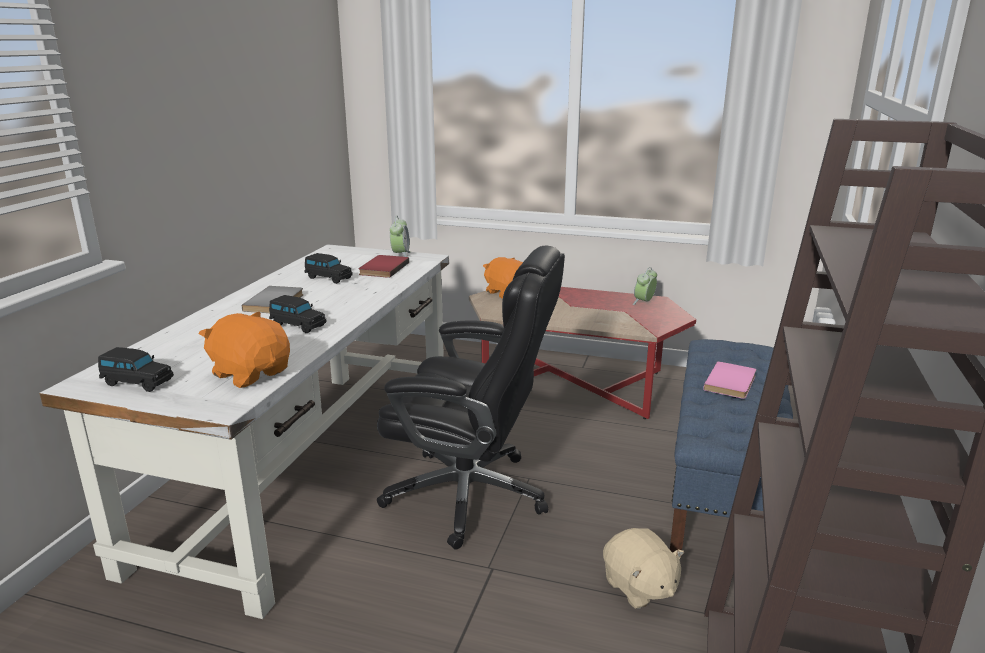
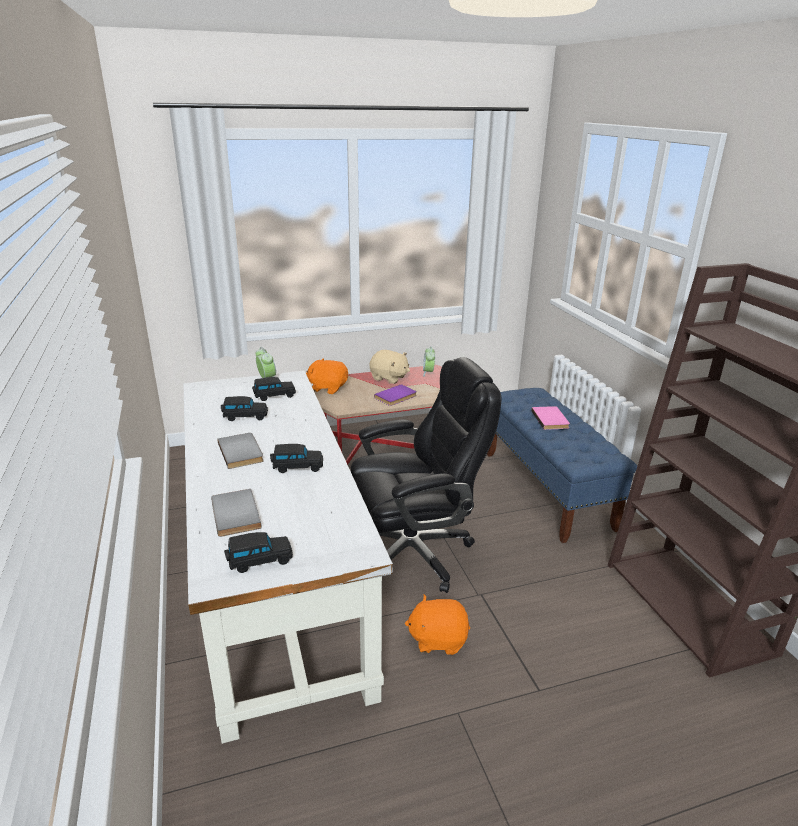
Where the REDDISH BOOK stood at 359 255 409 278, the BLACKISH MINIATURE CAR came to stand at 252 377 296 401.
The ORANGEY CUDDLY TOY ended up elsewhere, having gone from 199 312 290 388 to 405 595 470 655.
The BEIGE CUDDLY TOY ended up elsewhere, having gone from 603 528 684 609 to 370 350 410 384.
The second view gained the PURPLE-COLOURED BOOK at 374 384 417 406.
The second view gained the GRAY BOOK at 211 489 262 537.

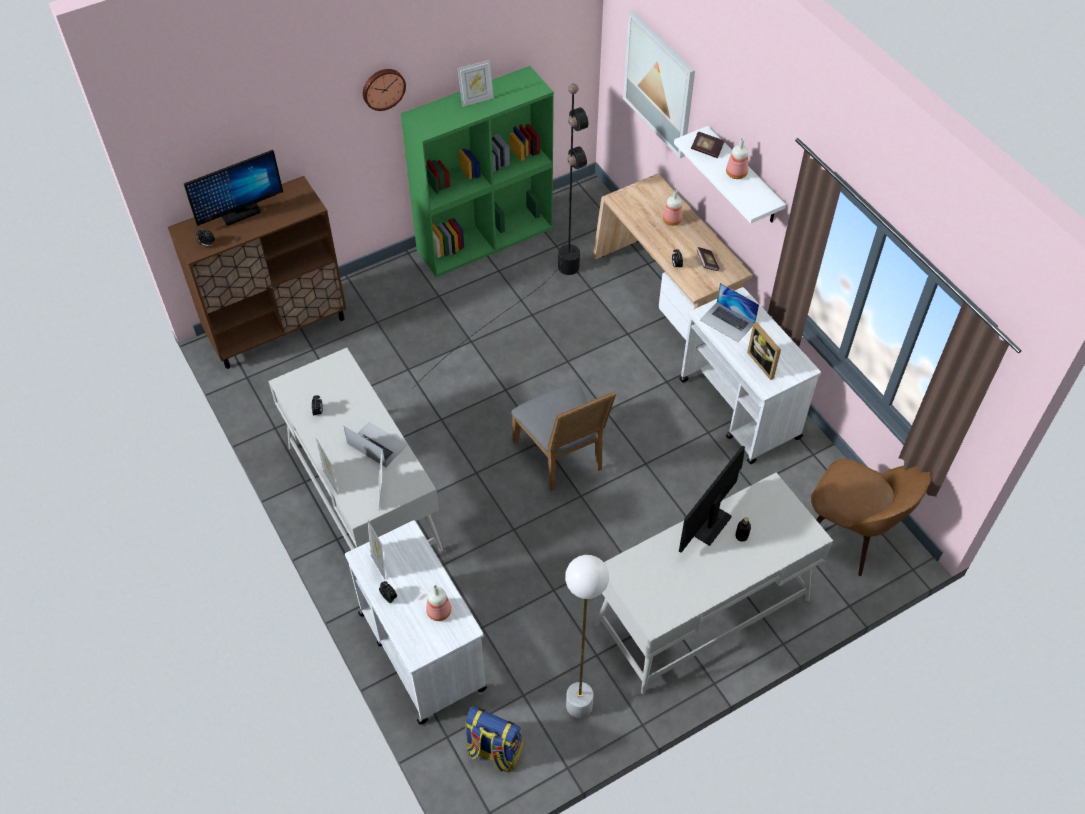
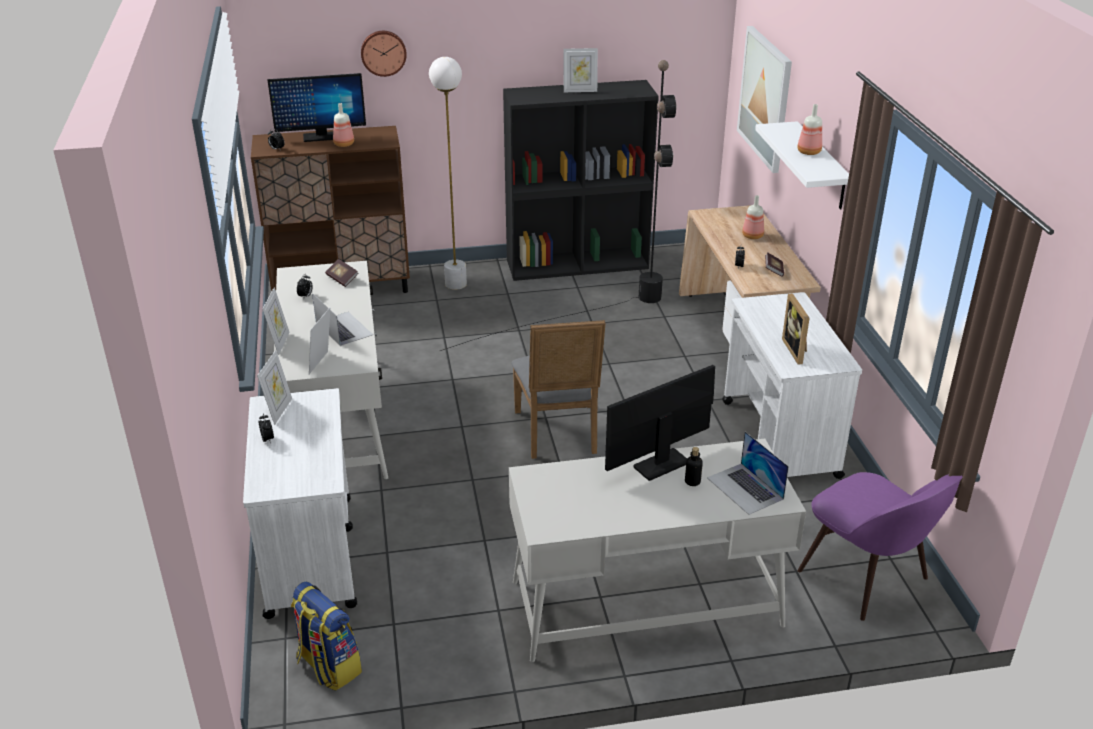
What was the GREEN SHELVING UNIT at 401 66 554 277 turned into the BLACKISH SHELVING UNIT at 503 80 659 281.
The HANGING CLOCK ended up elsewhere, having gone from 363 69 406 111 to 361 31 407 77.
The BOOK ended up elsewhere, having gone from 691 131 725 158 to 325 259 358 287.
The NOTEBOOK COMPUTER ended up elsewhere, having gone from 700 283 759 342 to 707 432 789 515.
What was the BROWN-COLOURED CHAIR at 811 459 932 576 turned into the PURPLE-COLOURED CHAIR at 797 472 963 621.
The WHITE STANDING LAMP ended up elsewhere, having gone from 565 555 609 718 to 429 57 467 290.
The BEVERAGE BOTTLE ended up elsewhere, having gone from 426 585 451 621 to 333 103 354 147.

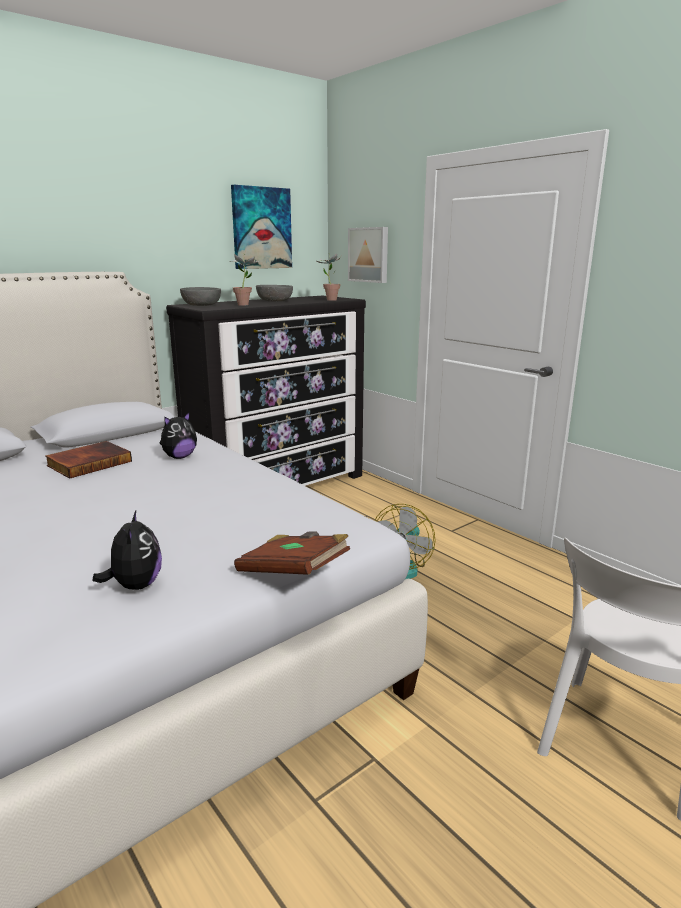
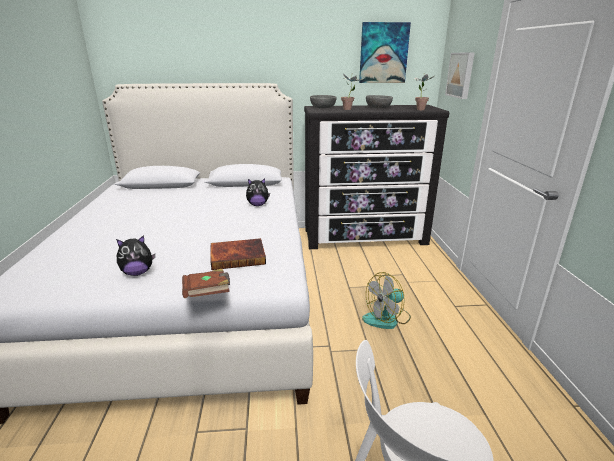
The BOOK ended up elsewhere, having gone from 45 441 132 479 to 211 238 266 270.
The CUDDLY TOY at 93 511 162 590 ended up facing another way, 45 degrees clockwise from before.

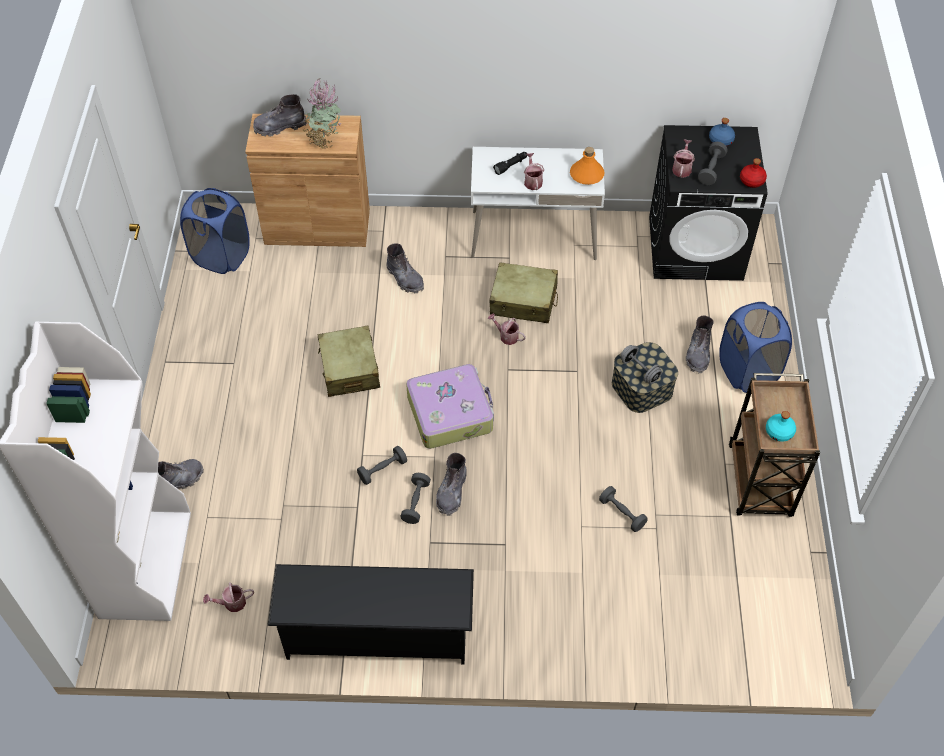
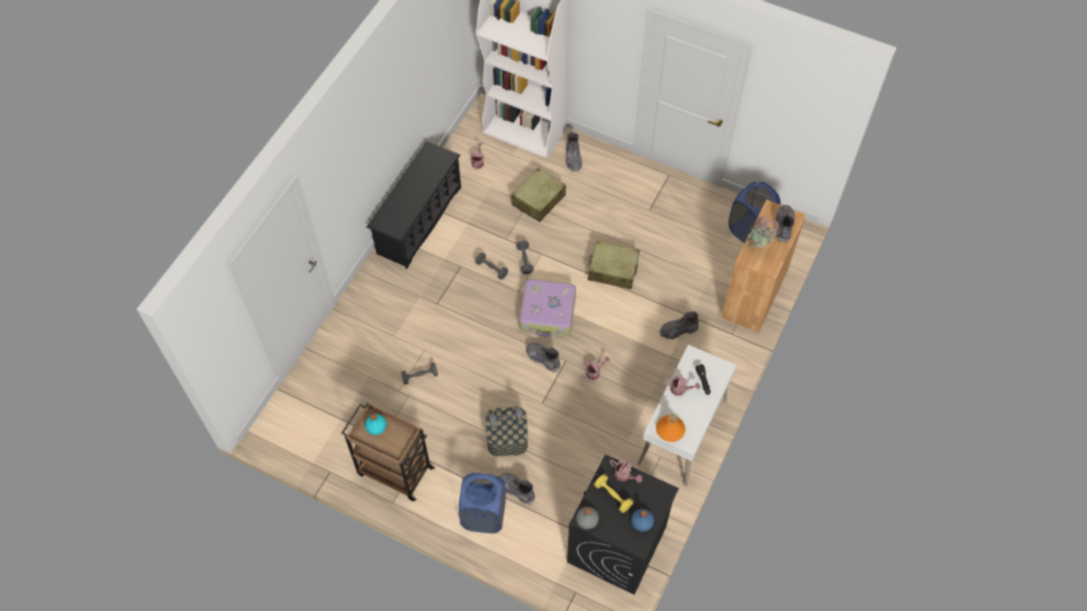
What was the GRAY DUMBBELL at 698 142 727 185 turned into the YELLOWISH DUMBBELL at 594 474 633 513.
What was the REDDISH BEVERAGE BOTTLE at 740 158 767 188 turned into the GRAY BEVERAGE BOTTLE at 576 507 599 529.
The BEIGE SUITCASE ended up elsewhere, having gone from 489 262 558 323 to 511 168 566 222.
The GRAY BOOT ended up elsewhere, having gone from 436 453 466 516 to 526 342 561 373.

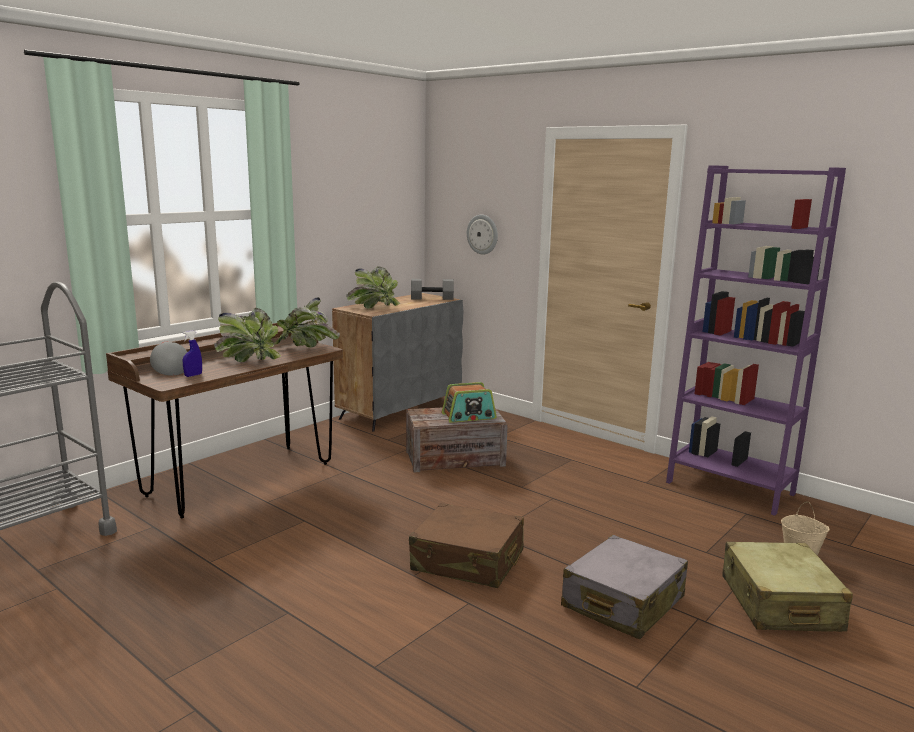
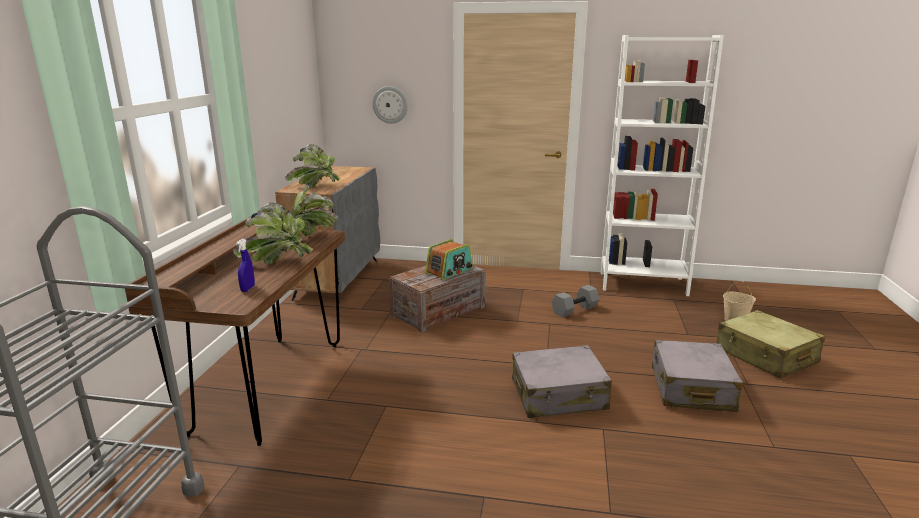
What was the PURPLE-COLOURED SHELVING UNIT at 666 165 846 516 turned into the WHITE SHELVING UNIT at 601 35 724 296.
The GRAY DUMBBELL ended up elsewhere, having gone from 411 279 454 300 to 551 285 600 317.
The second view lost the GRAY PEAKED CAP at 150 341 187 376.
What was the BROWN-COLOURED SUITCASE at 409 503 524 588 turned into the GRAY SUITCASE at 512 345 612 418.

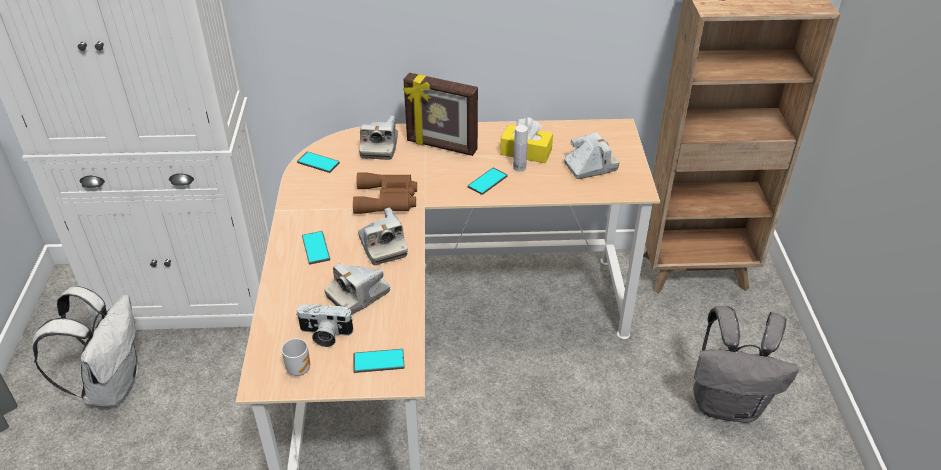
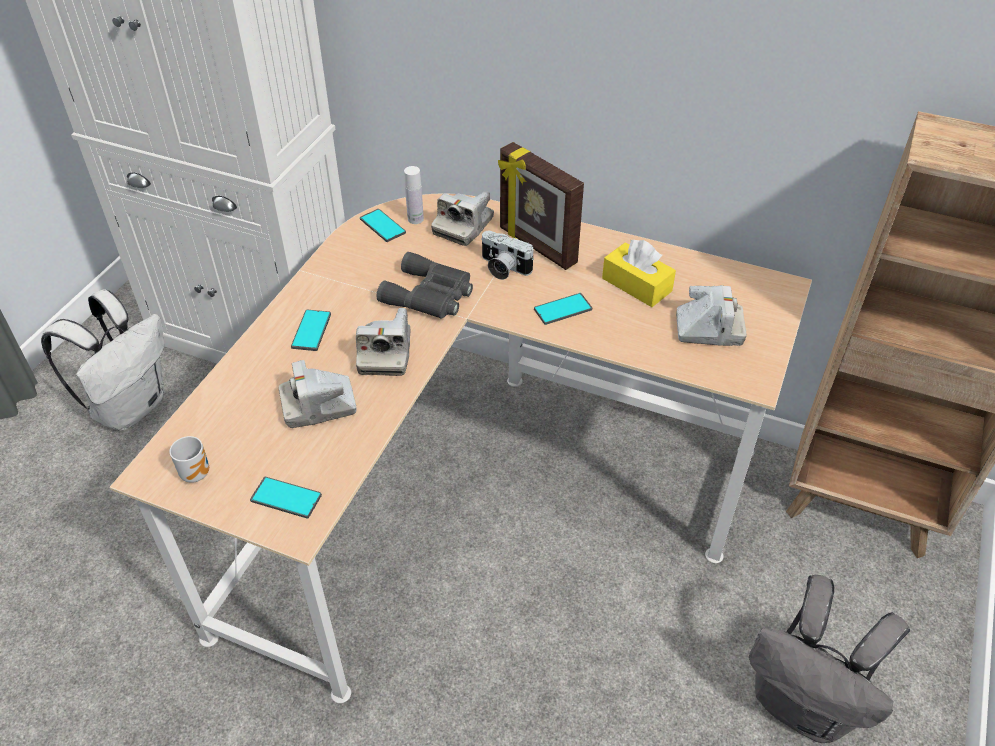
The WHITE BEVERAGE BOTTLE ended up elsewhere, having gone from 513 125 528 171 to 404 166 424 224.
What was the BROWN-COLOURED BINOCULARS at 353 173 417 214 turned into the GRAY BINOCULARS at 377 252 473 319.
The STILL CAMERA ended up elsewhere, having gone from 296 304 354 347 to 481 231 534 280.

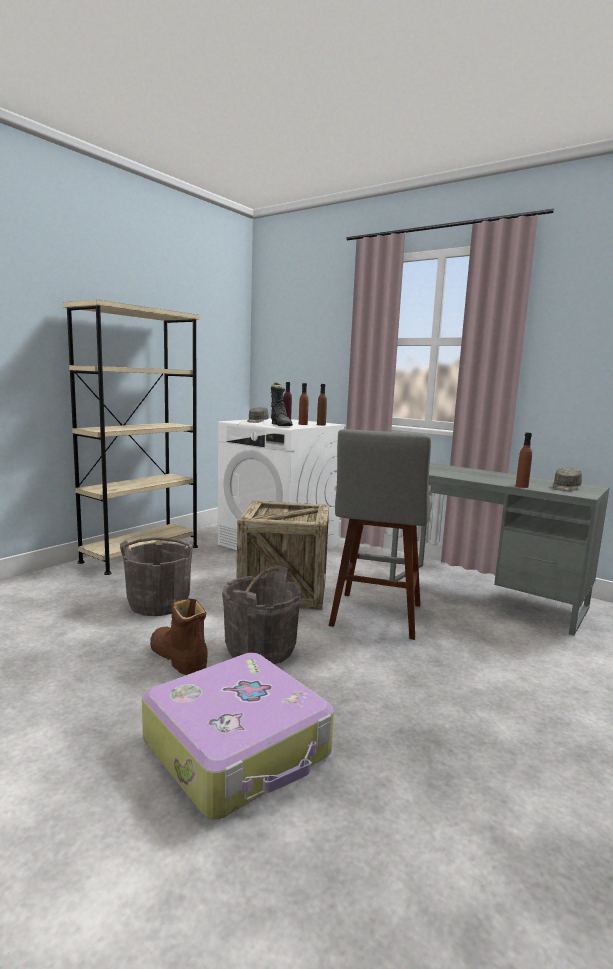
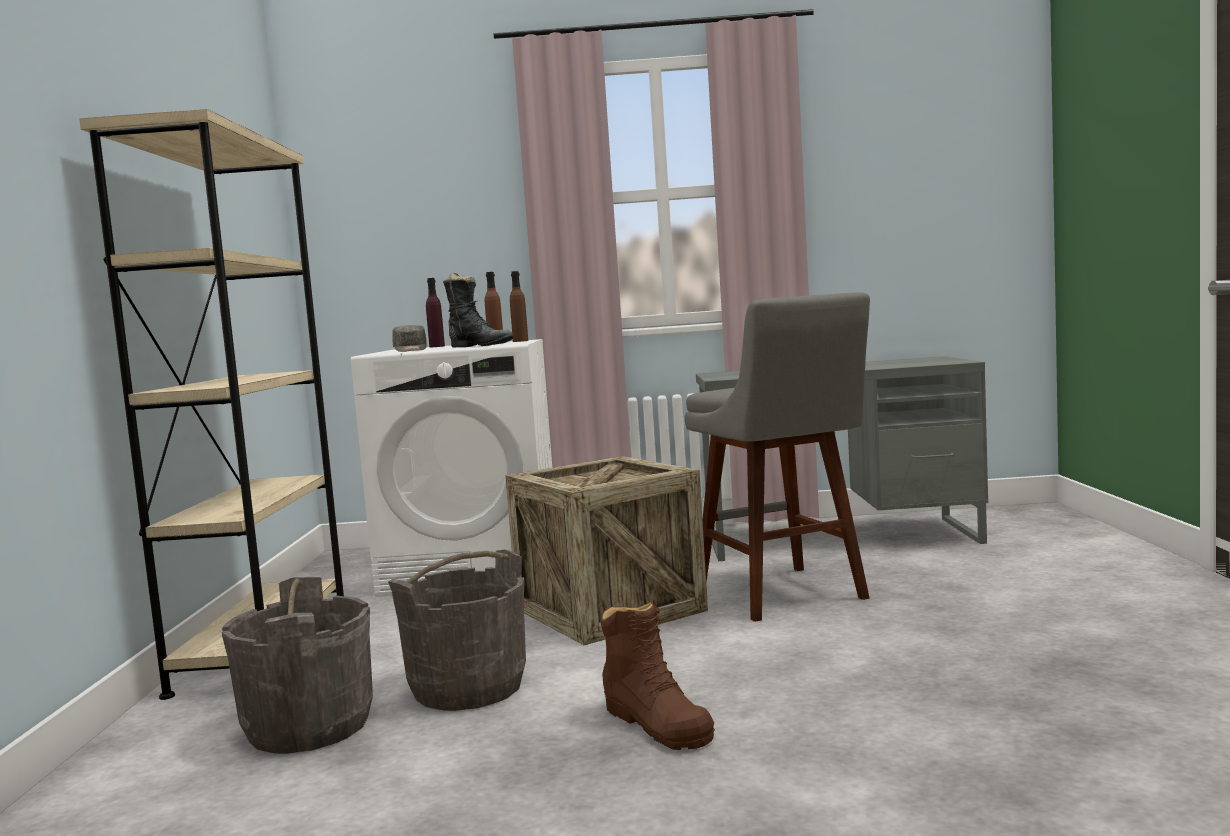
The second view lost the BROWN-COLOURED BEVERAGE BOTTLE at 516 433 532 488.
The second view lost the GRAY PEAKED CAP at 553 468 582 491.
The GRAY BUCKET ended up elsewhere, having gone from 222 565 301 664 to 222 577 373 754.
The BROWN-COLOURED BOOT at 150 599 208 675 ended up facing another way, 135 degrees counterclockwise from before.
The second view lost the SUITCASE at 142 653 334 820.

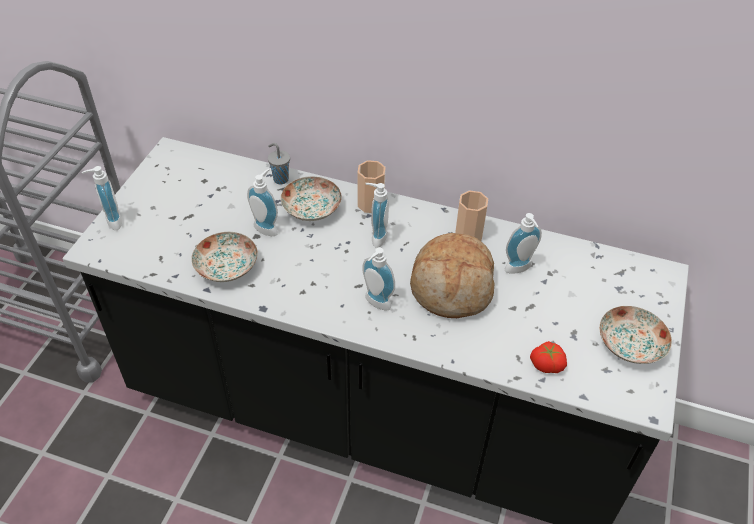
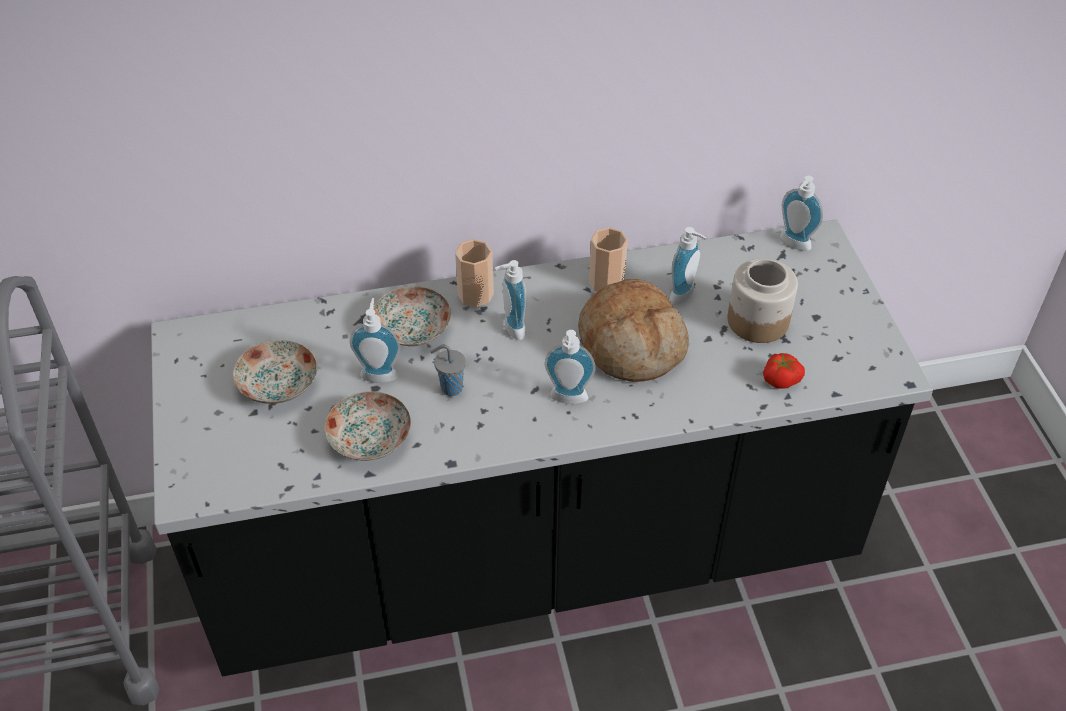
The GRAY DRINKING CUP ended up elsewhere, having gone from 268 143 290 184 to 431 345 466 396.
The SOAP BOTTLE ended up elsewhere, having gone from 82 166 122 230 to 780 176 823 251.
The FLAT DISH ended up elsewhere, having gone from 599 306 672 364 to 233 340 317 404.
The second view gained the STORAGE JAR at 727 258 798 343.

